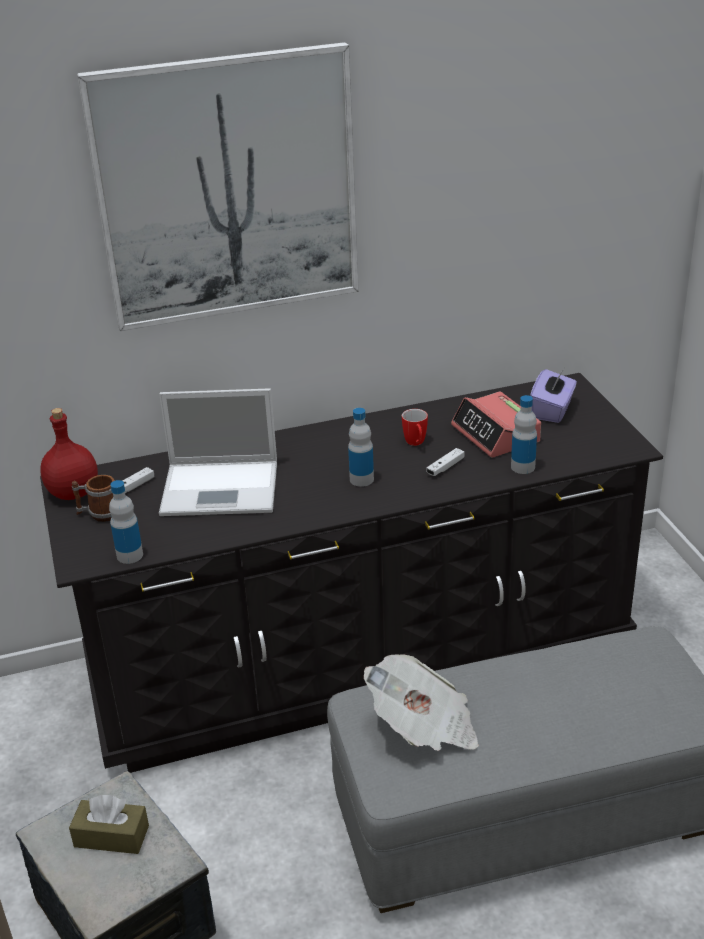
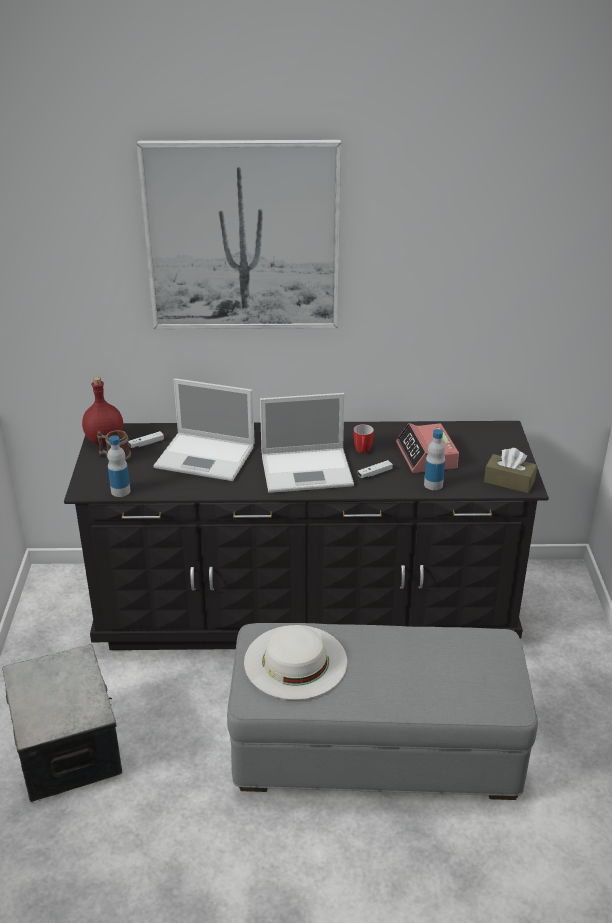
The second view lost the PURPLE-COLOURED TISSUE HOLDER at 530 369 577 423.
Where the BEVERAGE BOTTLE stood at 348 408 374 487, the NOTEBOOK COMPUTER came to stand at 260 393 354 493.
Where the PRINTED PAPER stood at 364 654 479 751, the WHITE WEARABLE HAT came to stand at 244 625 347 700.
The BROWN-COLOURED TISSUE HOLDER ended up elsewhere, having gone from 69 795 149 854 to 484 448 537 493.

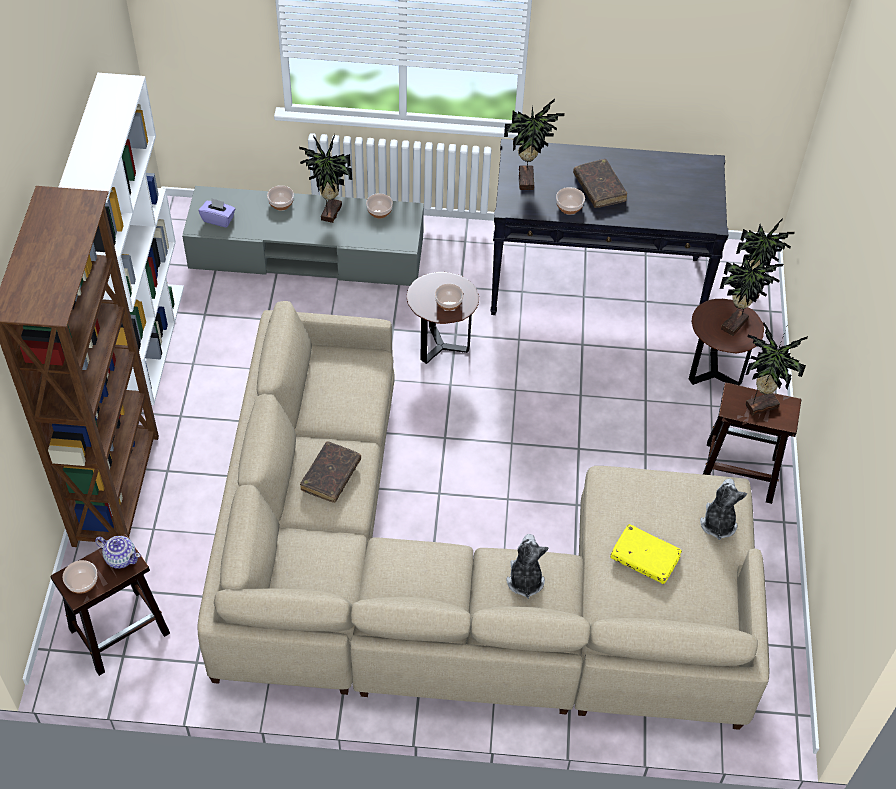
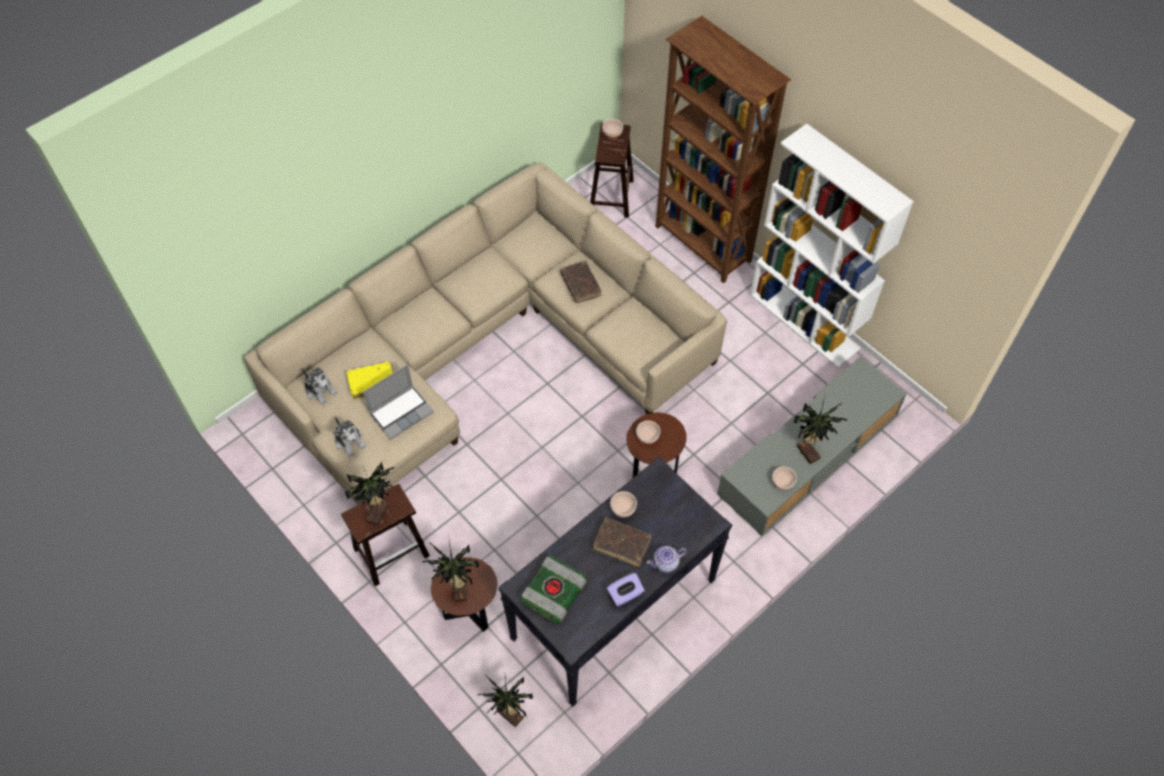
The second view lost the POTTED PLANT at 504 99 565 190.
The second view lost the DEEP DISH at 267 185 294 210.
The PURPLE-COLOURED TISSUE HOLDER ended up elsewhere, having gone from 199 198 235 228 to 607 573 645 606.
The CUDDLY TOY ended up elsewhere, having gone from 506 534 549 599 to 302 367 338 405.
The TEA POT ended up elsewhere, having gone from 95 536 141 569 to 647 546 687 573.
The second view gained the NOTEBOOK COMPUTER at 363 364 434 440.
The second view gained the BOOK at 521 556 587 624.

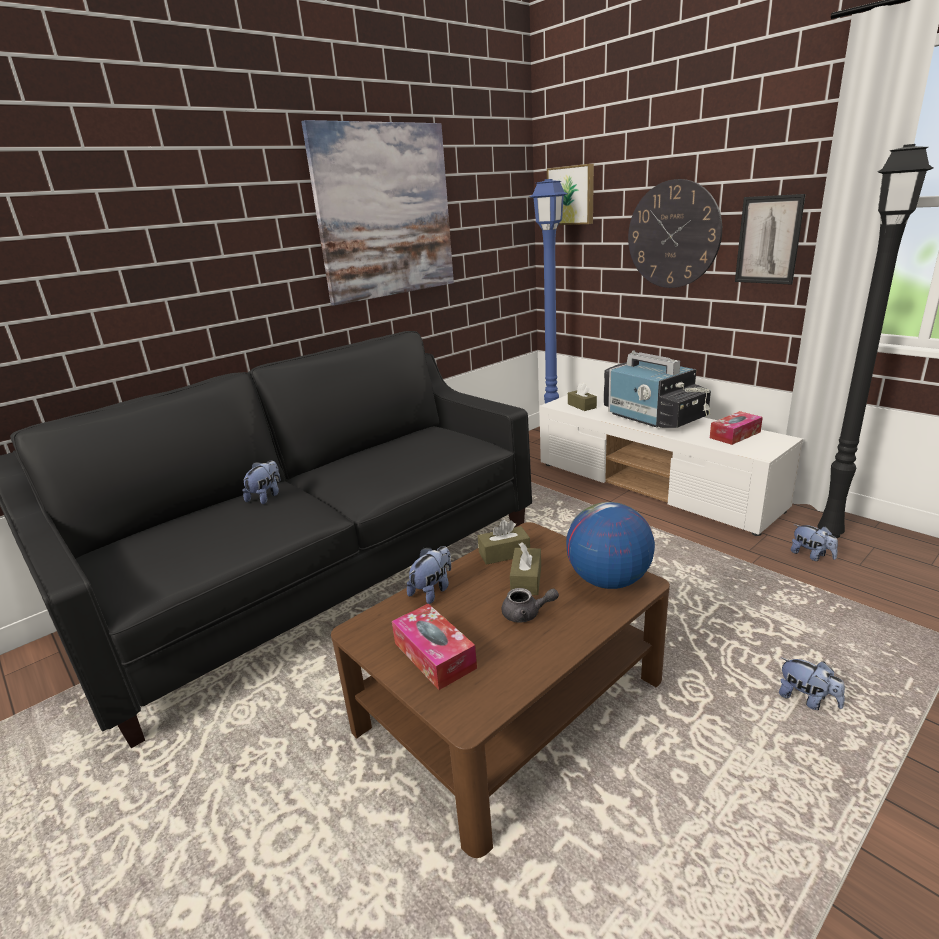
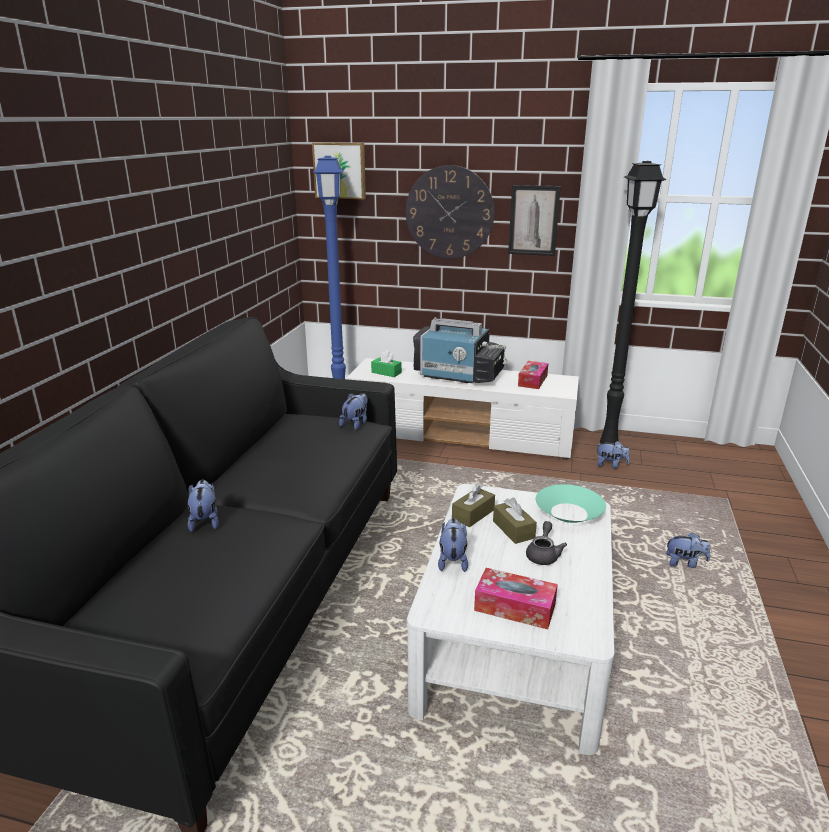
The second view lost the WALL PICTURE at 301 120 454 306.
What was the BROWN-COLOURED TISSUE HOLDER at 568 383 597 411 turned into the GREEN TISSUE HOLDER at 371 350 402 377.
Where the GLOBE stood at 566 502 655 589, the TURQUOISE-COLOURED DEEP DISH came to stand at 536 484 606 523.
What was the BROWN-COLOURED LOW TABLE at 331 522 670 858 turned into the WHITE LOW TABLE at 407 484 614 755.
The GRAY TEA POT at 502 588 559 622 ended up facing another way, 45 degrees counterclockwise from before.
The second view gained the CUDDLY TOY at 339 393 368 430.

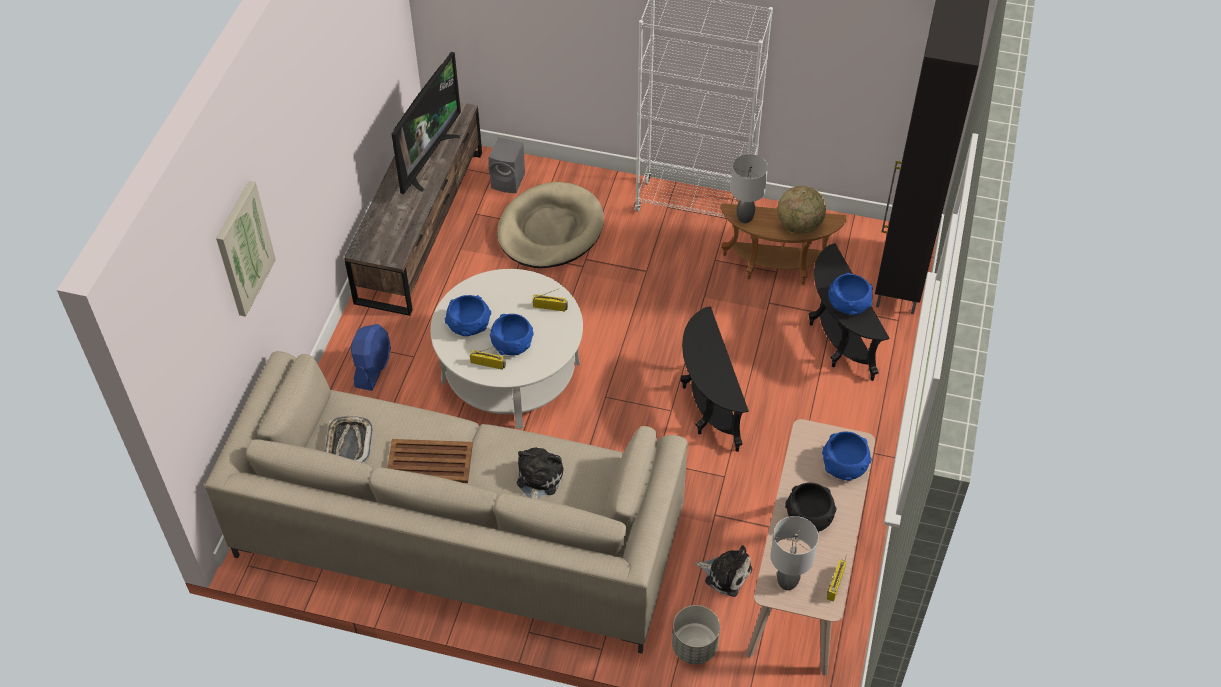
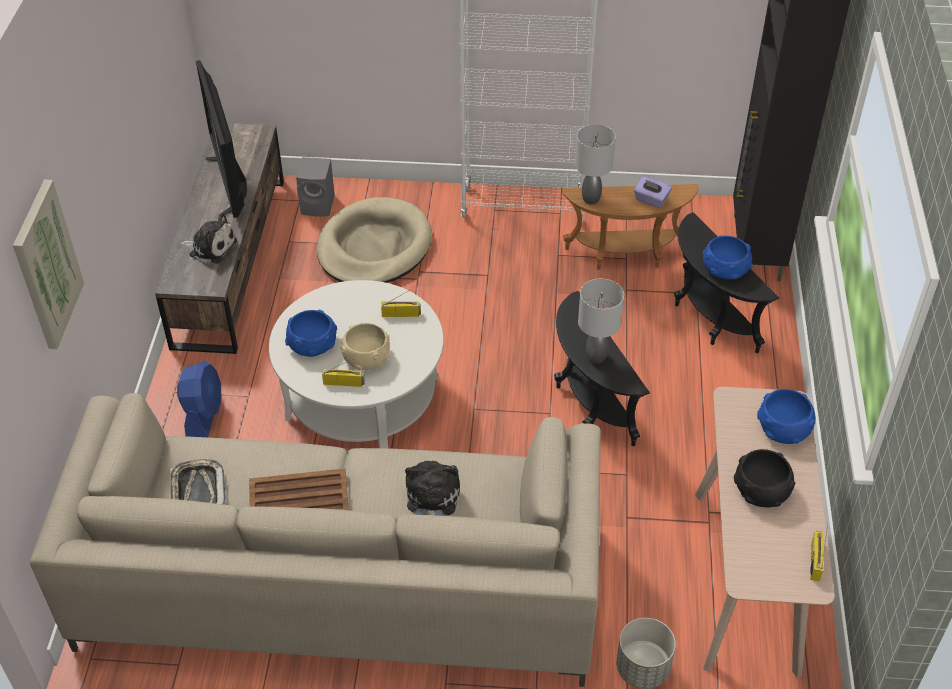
The TELEVISION at 392 52 461 194 ended up facing another way, 150 degrees clockwise from before.
Where the GLOBE stood at 777 186 826 234, the PURPLE-COLOURED TISSUE HOLDER came to stand at 634 176 672 208.
What was the BLUISH DEEP DISH at 490 314 534 355 turned into the BEIGE DEEP DISH at 340 323 390 370.
The GRAY TABLE LAMP ended up elsewhere, having gone from 770 516 819 590 to 578 279 624 364.
The CUDDLY TOY ended up elsewhere, having gone from 695 545 752 597 to 180 213 237 264.

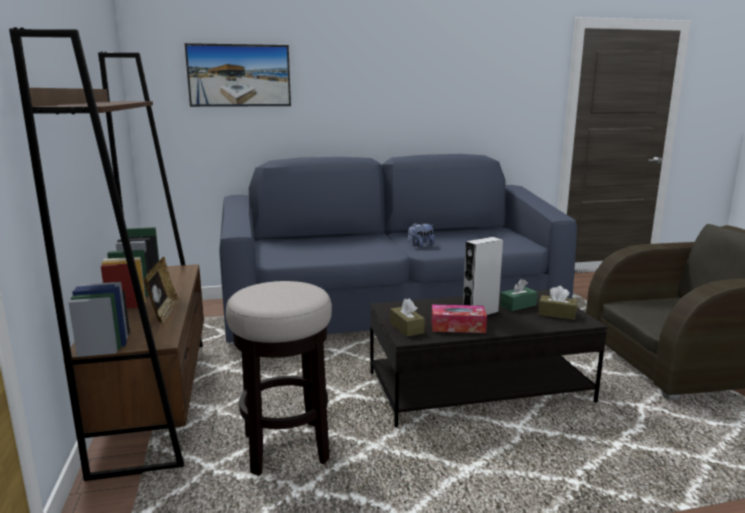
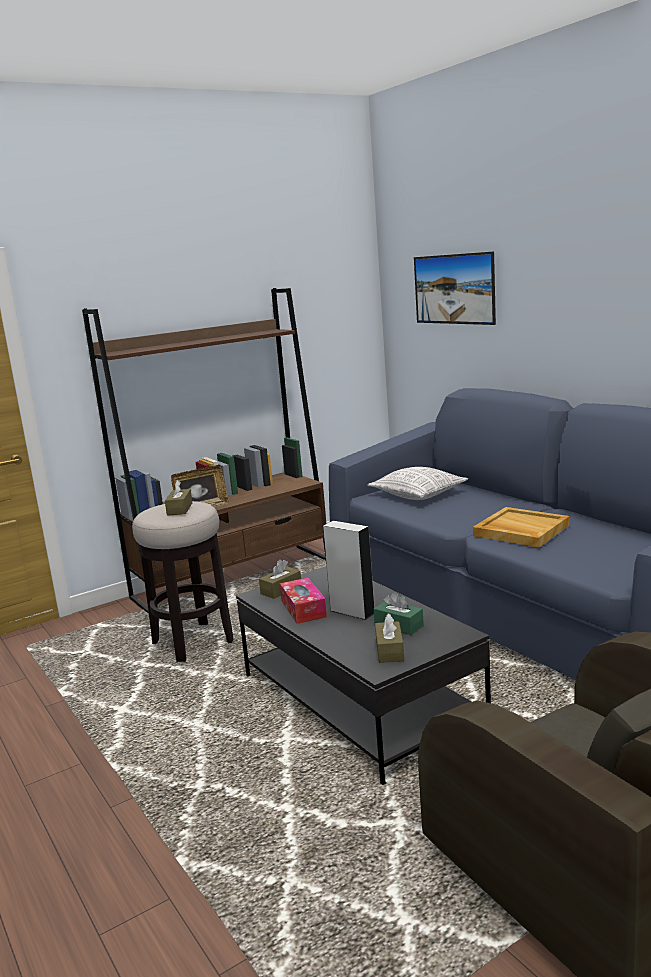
Where the CUDDLY TOY stood at 407 222 435 247, the BEIGE CARRYING TRAY came to stand at 473 507 569 548.
The second view gained the CUSHION at 367 467 468 500.
The second view gained the BROWN-COLOURED TISSUE HOLDER at 165 480 192 516.

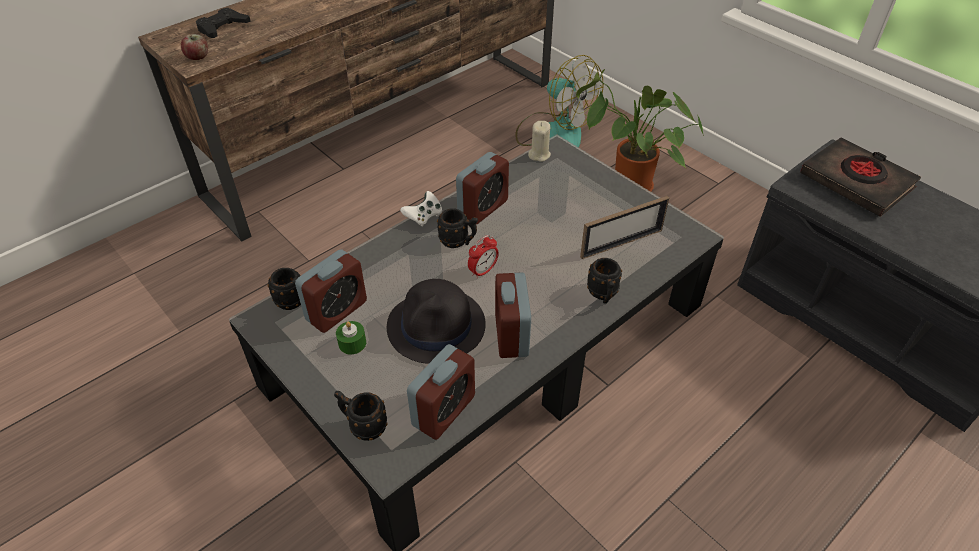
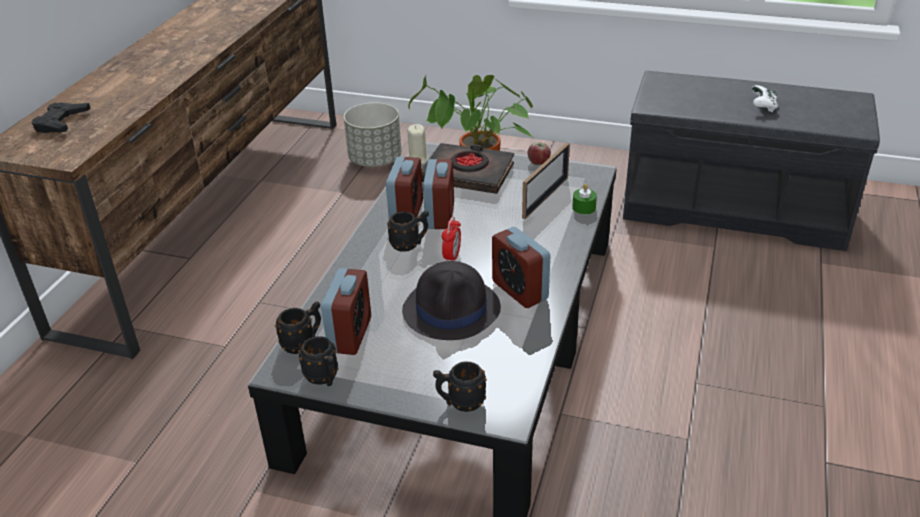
The WHOLE APPLE ended up elsewhere, having gone from 181 34 208 60 to 528 142 551 165.
Where the FAN stood at 515 55 603 147, the GRAY PLANTER came to stand at 344 102 402 167.
The BLACKISH BOOK ended up elsewhere, having gone from 800 138 921 217 to 422 143 514 194.
The WHITE GAMEPAD ended up elsewhere, having gone from 400 191 442 227 to 752 85 778 112.
The BLACKISH TEA MUG ended up elsewhere, having gone from 587 258 622 303 to 298 336 338 386.
The GREEN WAX CANDLE ended up elsewhere, having gone from 336 321 366 354 to 572 184 597 214.
The BEDSIDE CLOCK ended up elsewhere, having gone from 407 344 475 440 to 423 159 454 229.

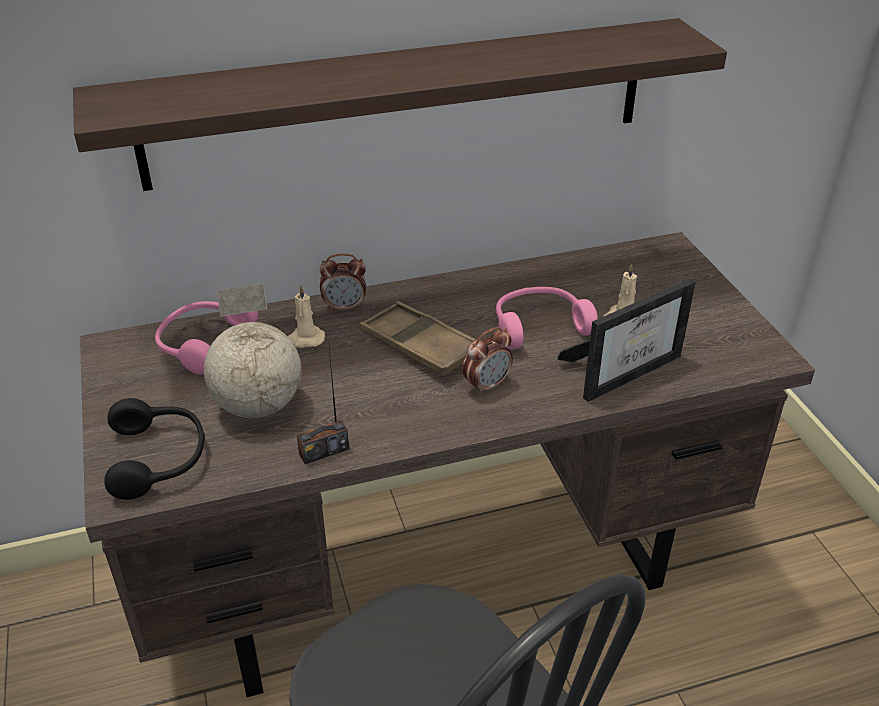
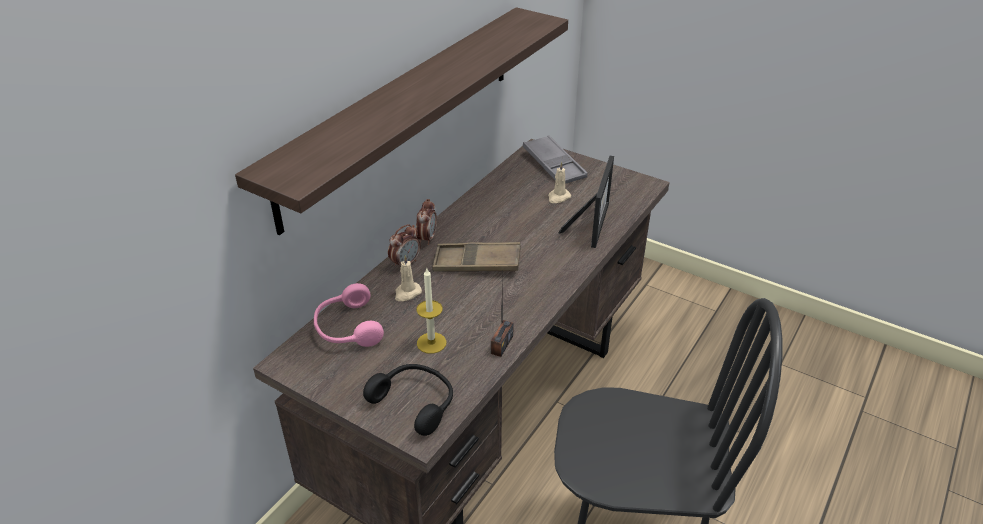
Where the GLOBE stood at 204 283 301 418, the WAX CANDLE came to stand at 416 267 446 354.
The second view lost the PINK PAIR OF HEADPHONES at 496 287 598 349.
The BEDSIDE CLOCK ended up elsewhere, having gone from 462 327 513 396 to 416 199 437 245.
The second view gained the GRAY CARRYING TRAY at 523 135 588 184.

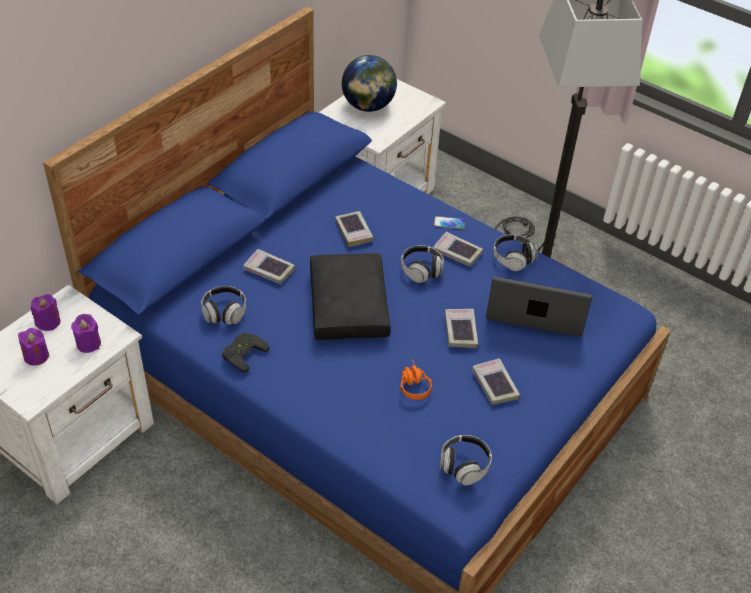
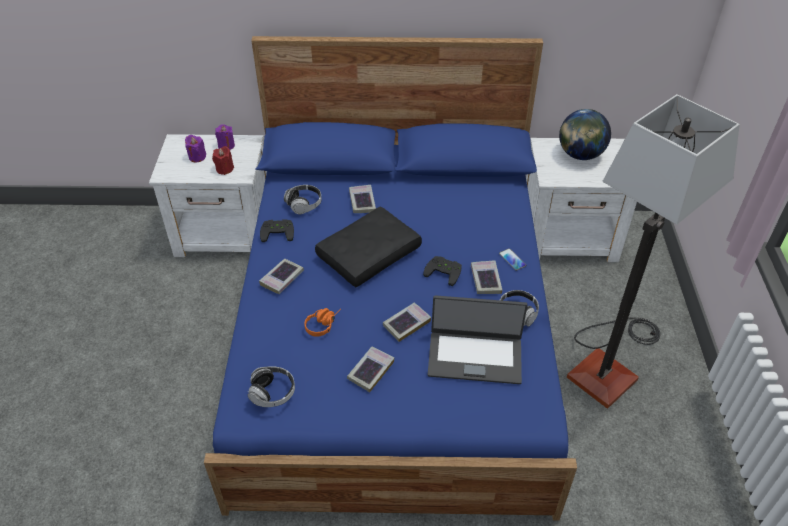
The BOOK ended up elsewhere, having gone from 335 211 373 247 to 259 259 304 294.
Where the PAIR OF HEADPHONES stood at 401 245 444 283, the BLACKISH GAMEPAD came to stand at 423 256 462 286.
The NOTEBOOK COMPUTER at 486 277 592 337 ended up facing another way, 120 degrees clockwise from before.
What was the PURPLE-COLOURED WAX CANDLE at 71 314 101 353 turned into the REDDISH WAX CANDLE at 212 146 234 175.

